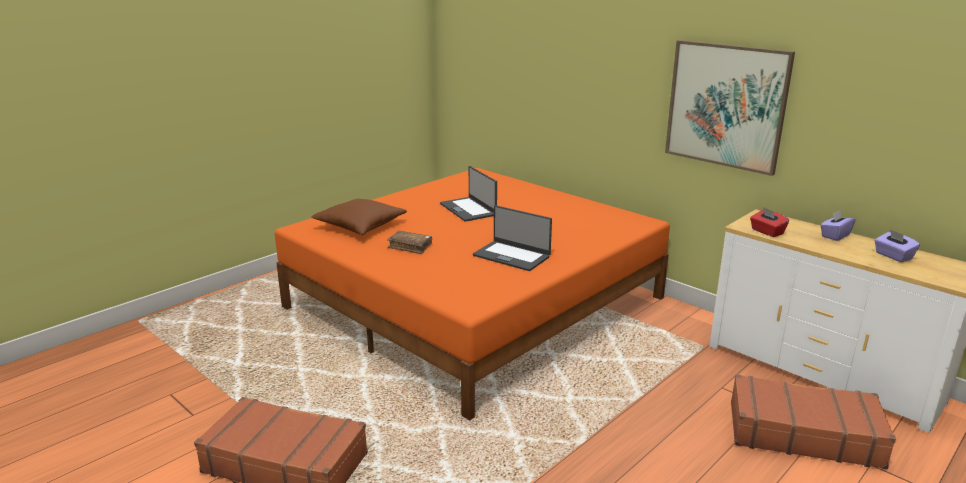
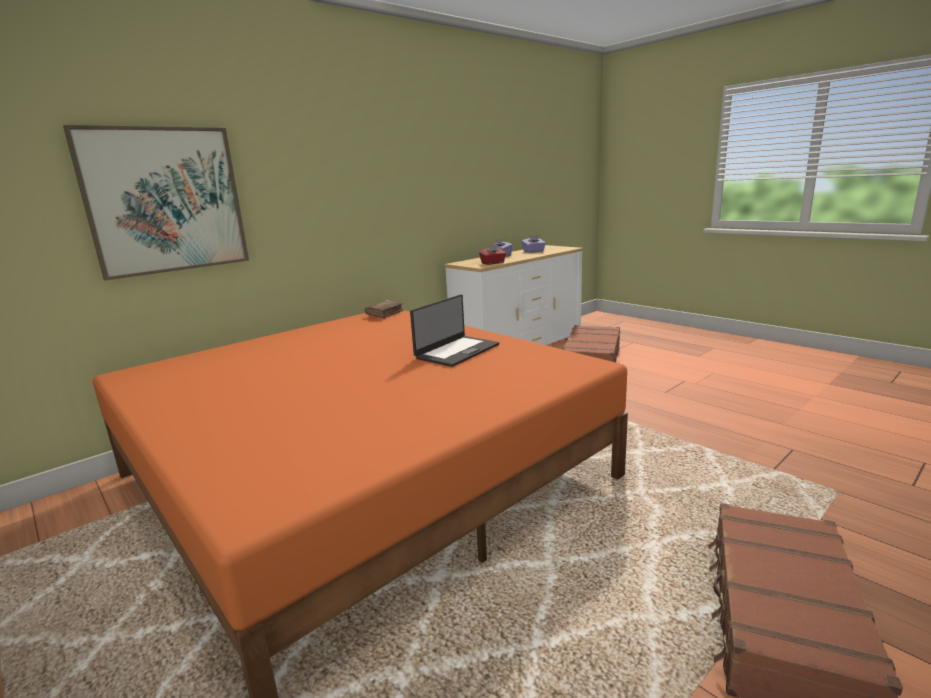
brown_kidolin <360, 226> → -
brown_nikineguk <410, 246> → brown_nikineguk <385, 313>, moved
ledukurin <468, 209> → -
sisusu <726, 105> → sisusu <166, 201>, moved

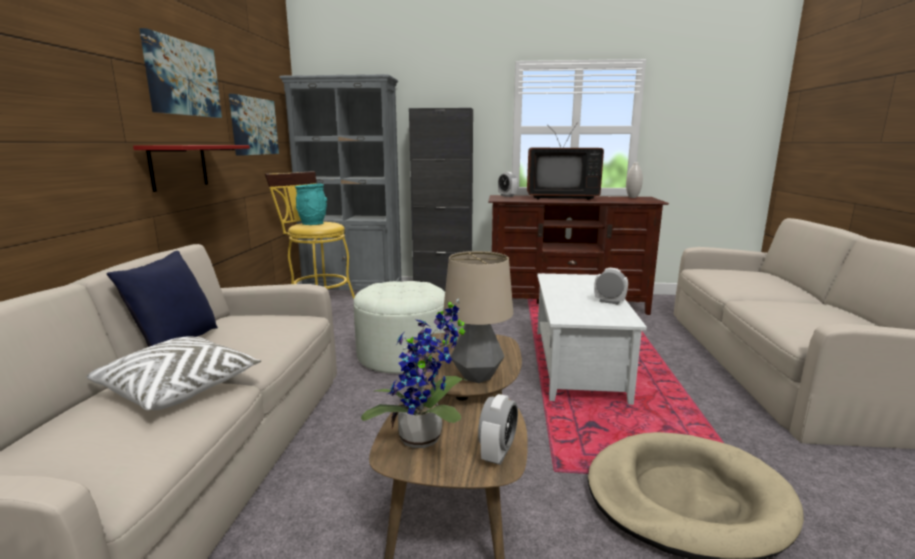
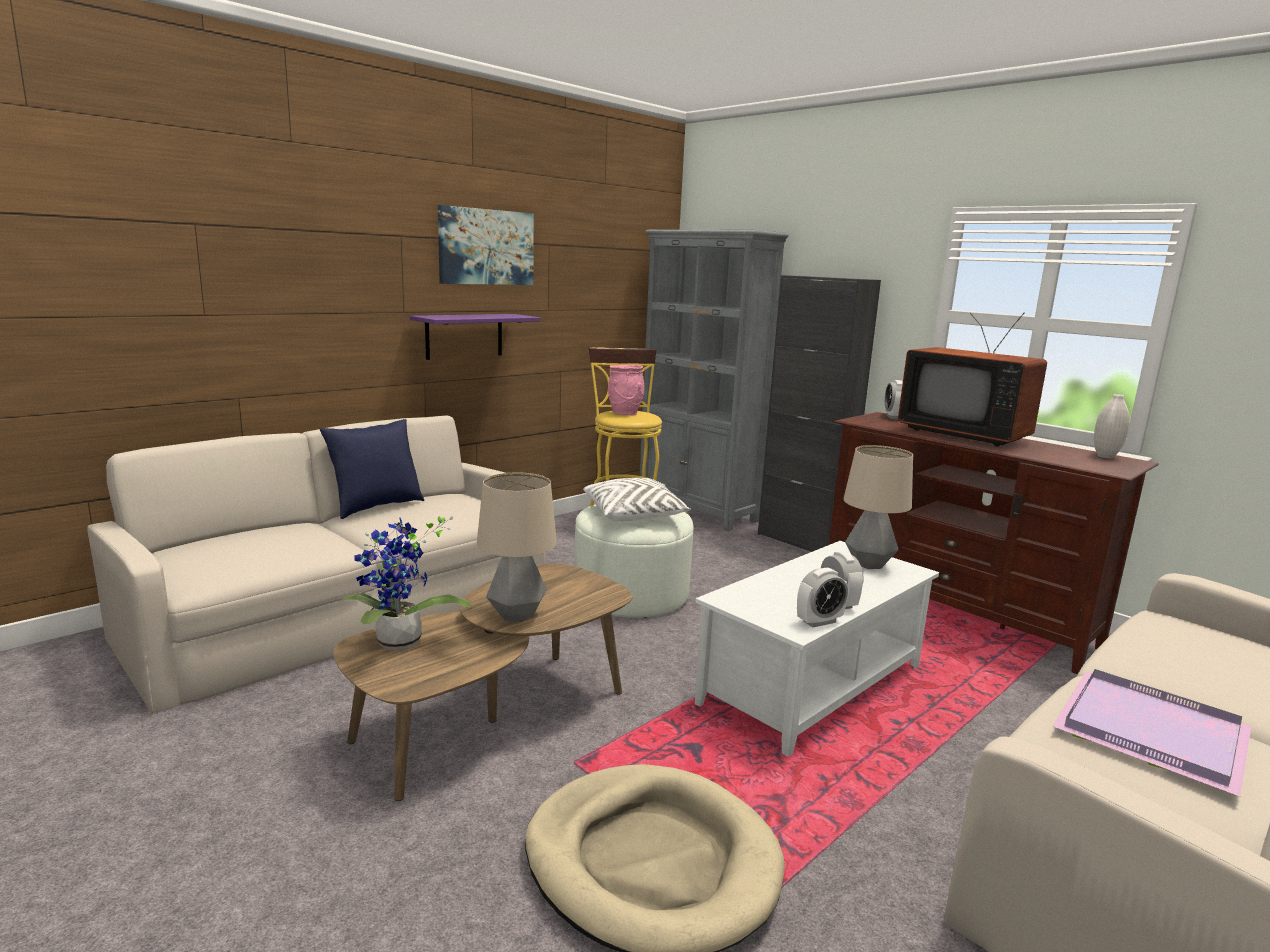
white_kidolin <180, 388> → white_kidolin <635, 515>, moved
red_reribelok <178, 166> → purple_reribelok <464, 336>
sisusu <253, 126> → -
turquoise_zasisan <313, 223> → pink_zasisan <625, 413>
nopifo <497, 453> → nopifo <819, 621>, moved
- → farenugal <868, 564>
- → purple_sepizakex <1155, 732>

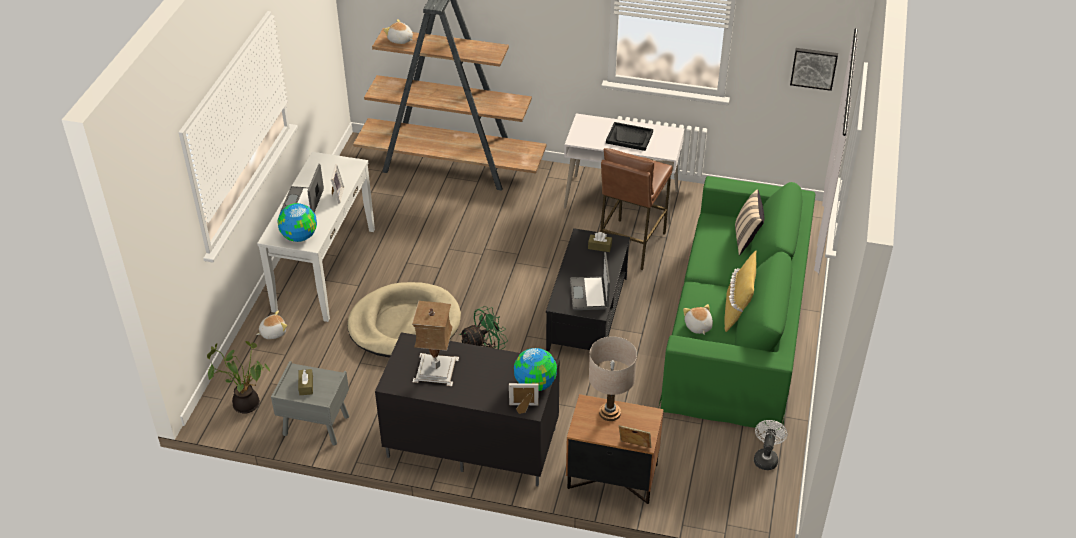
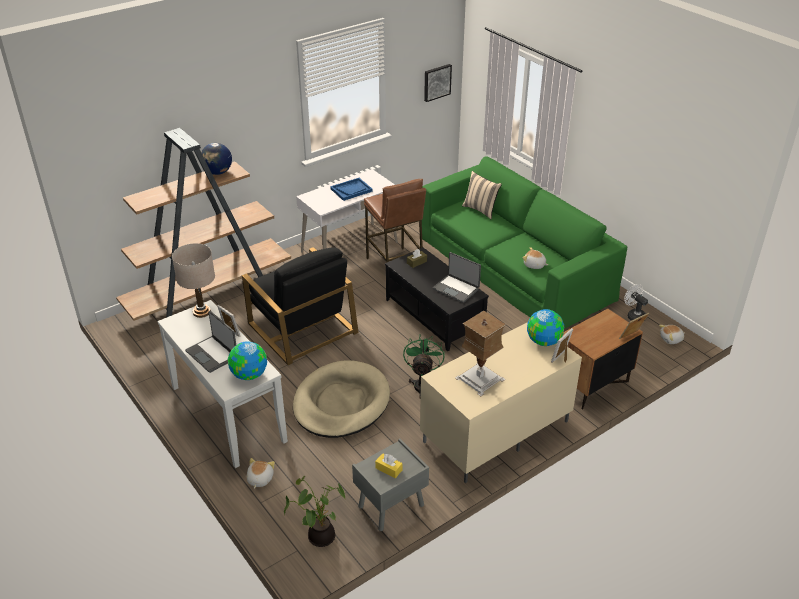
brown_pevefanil <306, 385> → yellow_pevefanil <388, 469>
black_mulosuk <470, 444> → beige_mulosuk <496, 433>
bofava <400, 40> → bofava <671, 339>, moved
beige_farenugal <609, 413> → beige_farenugal <201, 312>, moved
black_sepizakex <629, 137> → blue_sepizakex <351, 190>
yellow_kidolin <737, 311> → -
- → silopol <217, 172>
- → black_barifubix <301, 327>

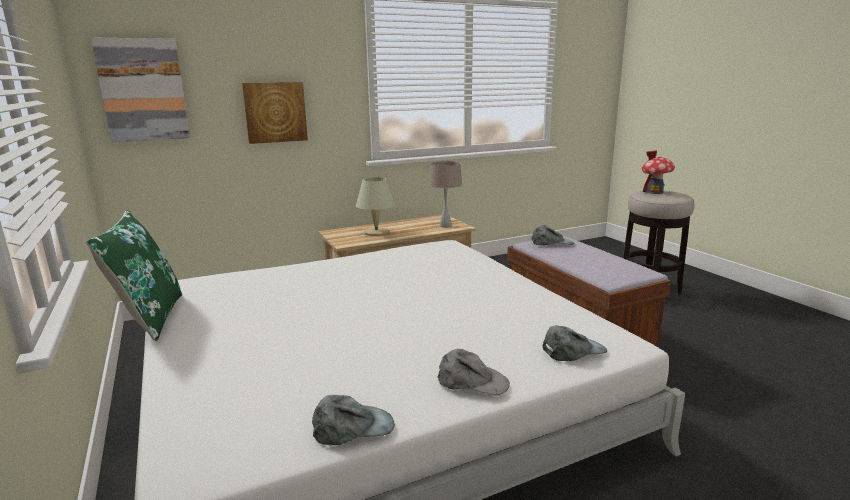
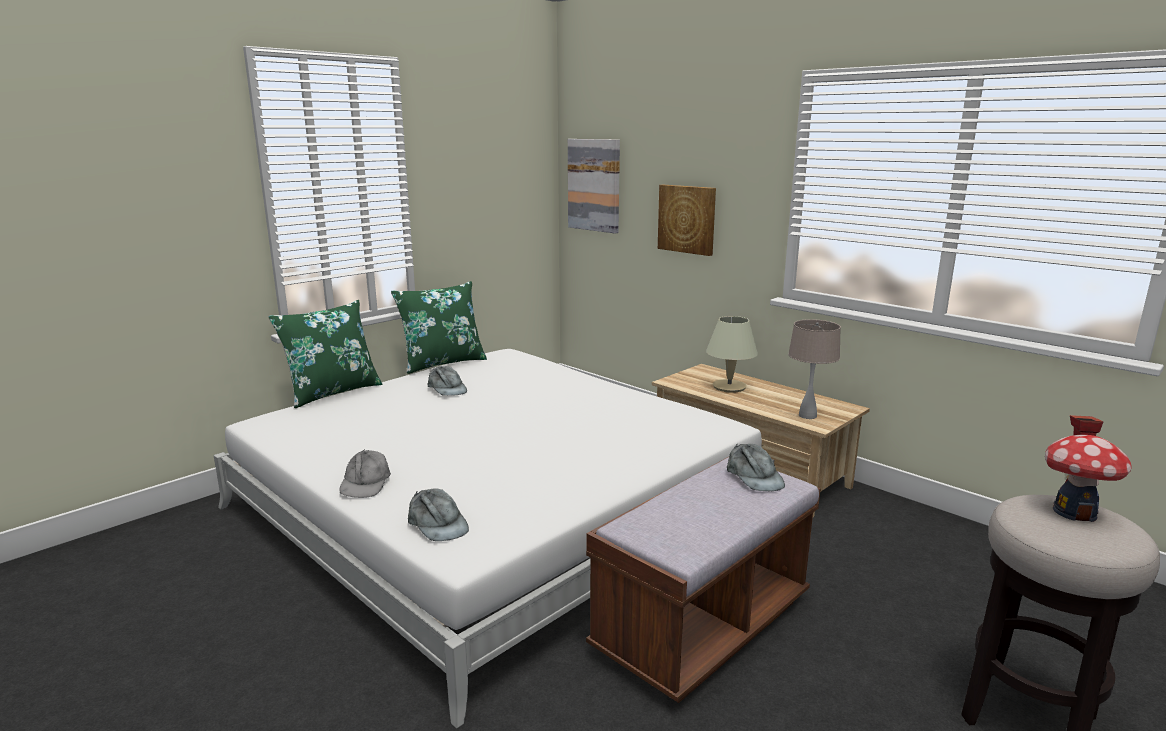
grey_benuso <353, 427> → grey_benuso <447, 388>, moved
- → green_kidolin <332, 392>

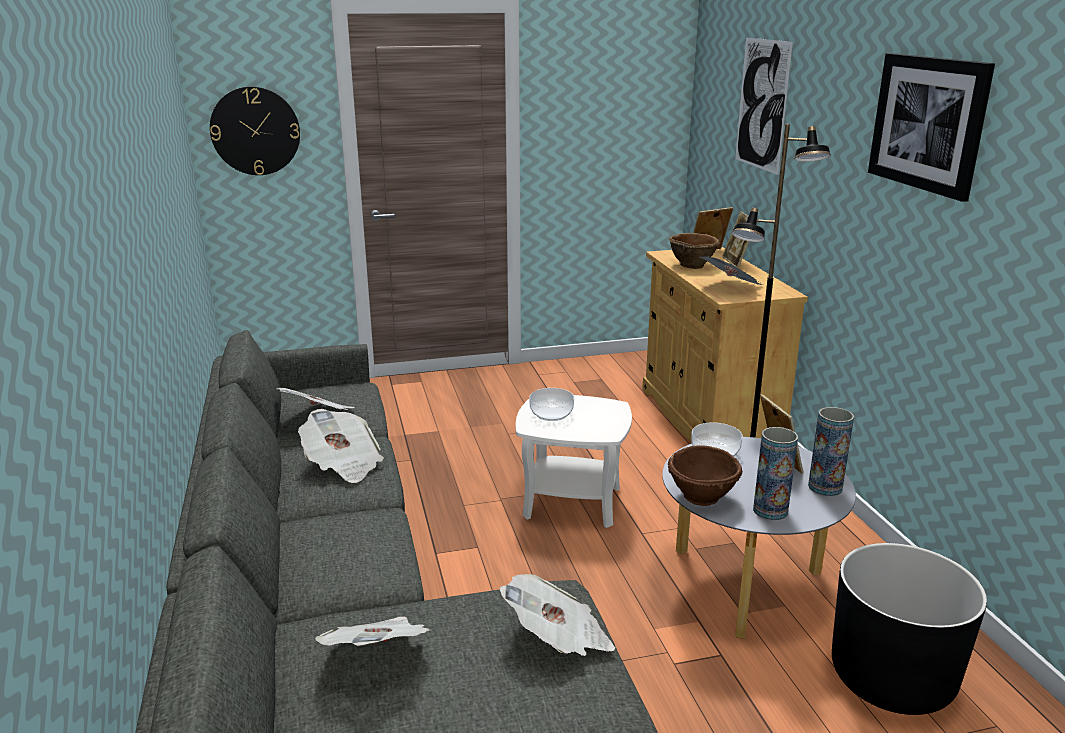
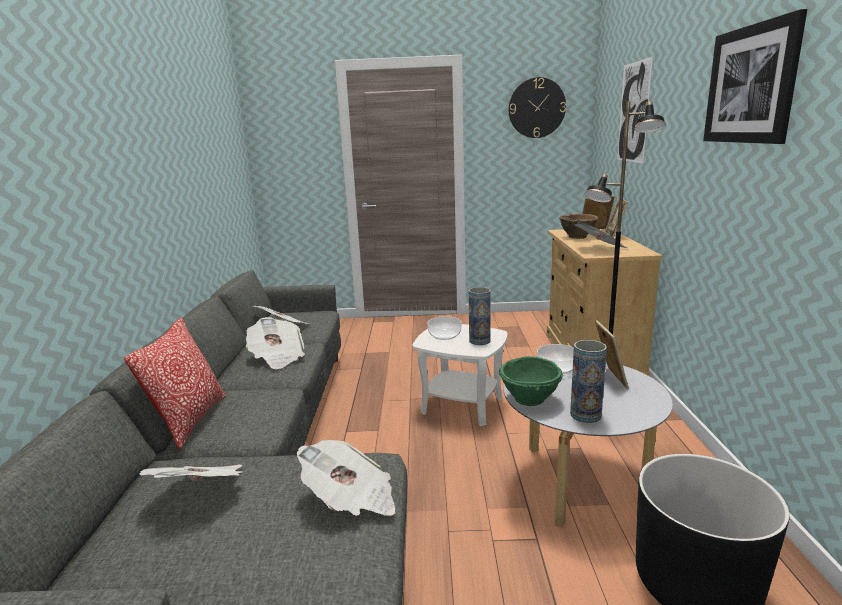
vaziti <255, 131> → vaziti <536, 108>, moved
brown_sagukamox <702, 498> → green_sagukamox <530, 400>
zasisan <825, 487> → zasisan <479, 341>, moved
- → kidolin <190, 420>

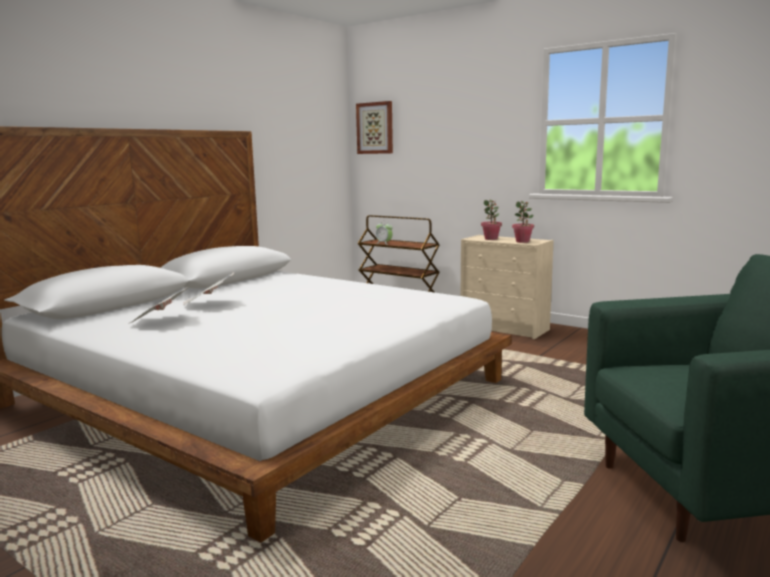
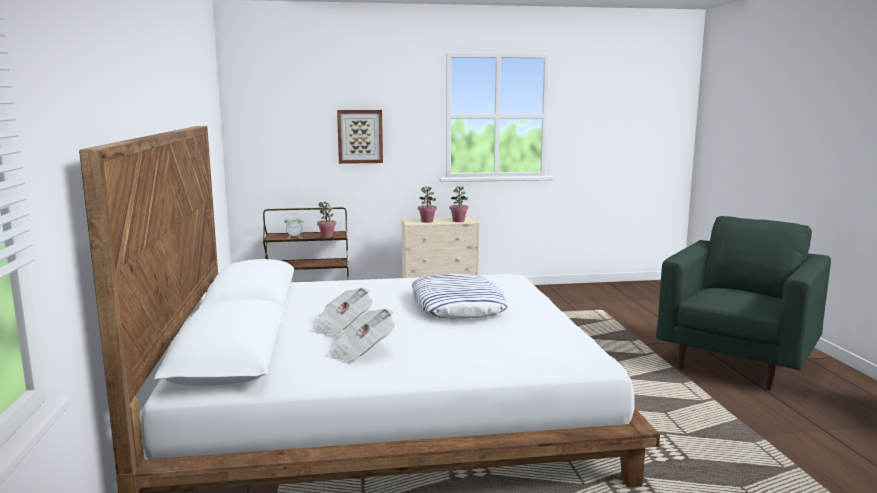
sisusu <375, 128> → sisusu <360, 136>, moved
- → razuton <327, 236>
- → kidolin <457, 305>

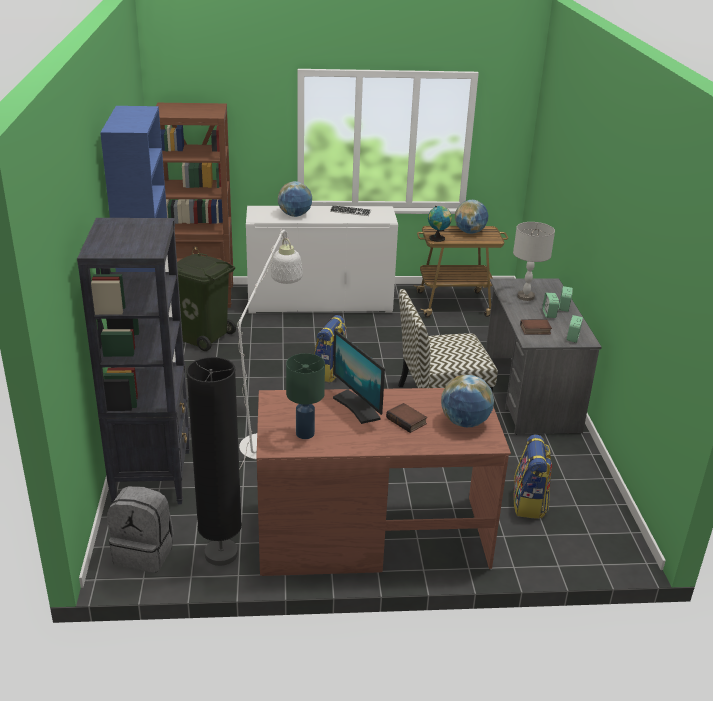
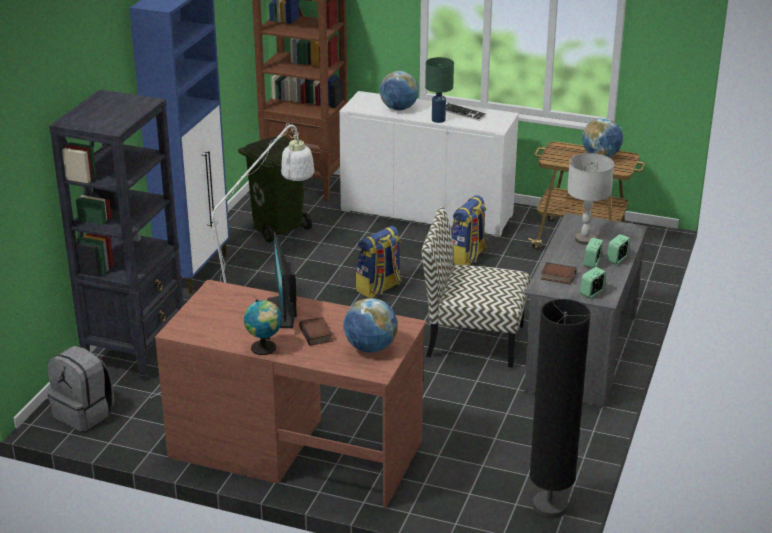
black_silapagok <221, 554> → black_silapagok <550, 506>, moved
green_farenugal <304, 433> → green_farenugal <438, 120>, moved
silopol <438, 238> → silopol <265, 348>, moved
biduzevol <529, 503> → biduzevol <467, 257>, moved

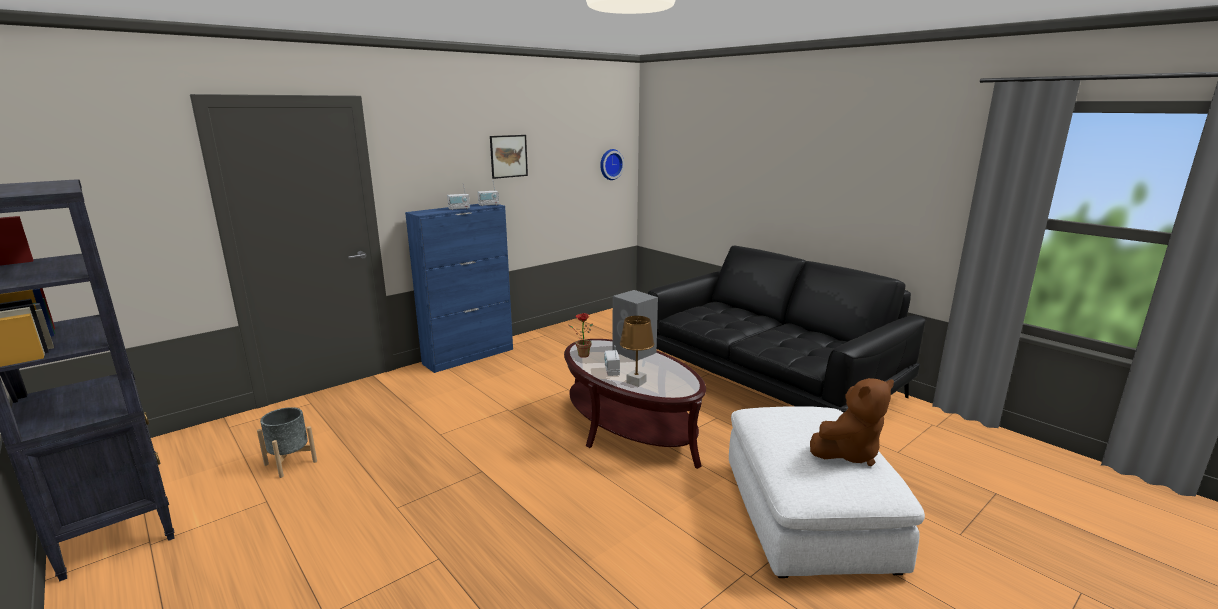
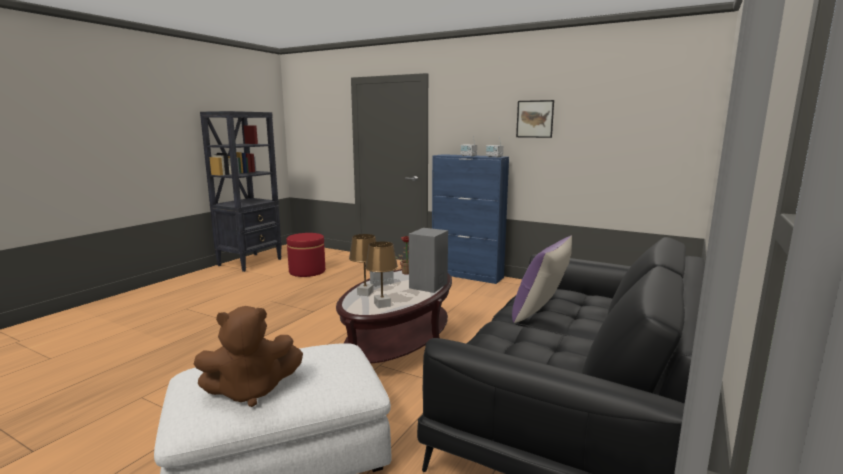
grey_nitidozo <290, 463> → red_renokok <307, 271>
vaziti <610, 164> → -
brown_bofava <848, 453> → brown_bofava <251, 391>, 60 degrees counterclockwise
- → brown_farenugal <382, 305>
- → purple_kidolin <540, 312>

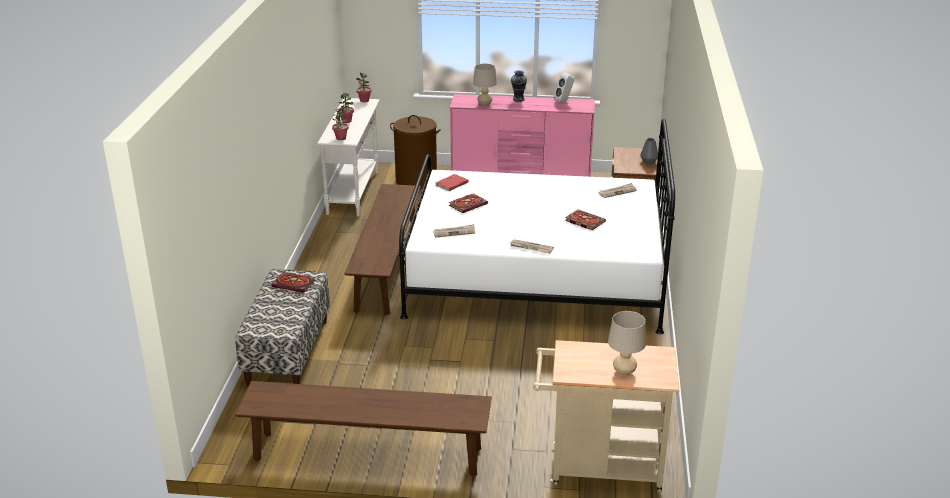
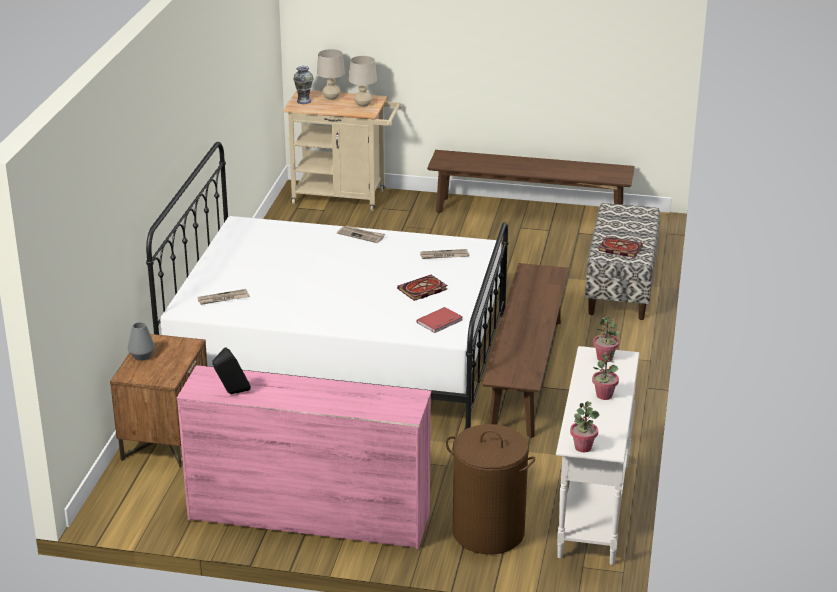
beige_farenugal <484, 104> → beige_farenugal <363, 105>, moved
zasisan <518, 99> → zasisan <303, 101>, moved
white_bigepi <564, 101> → black_bigepi <232, 393>
nikineguk <583, 221> → -

